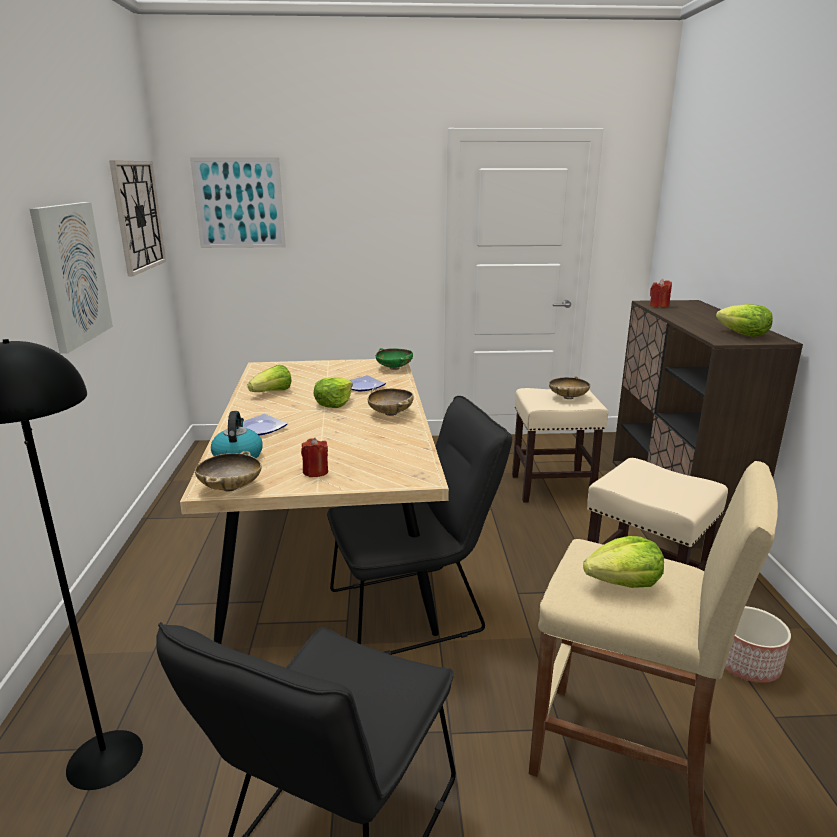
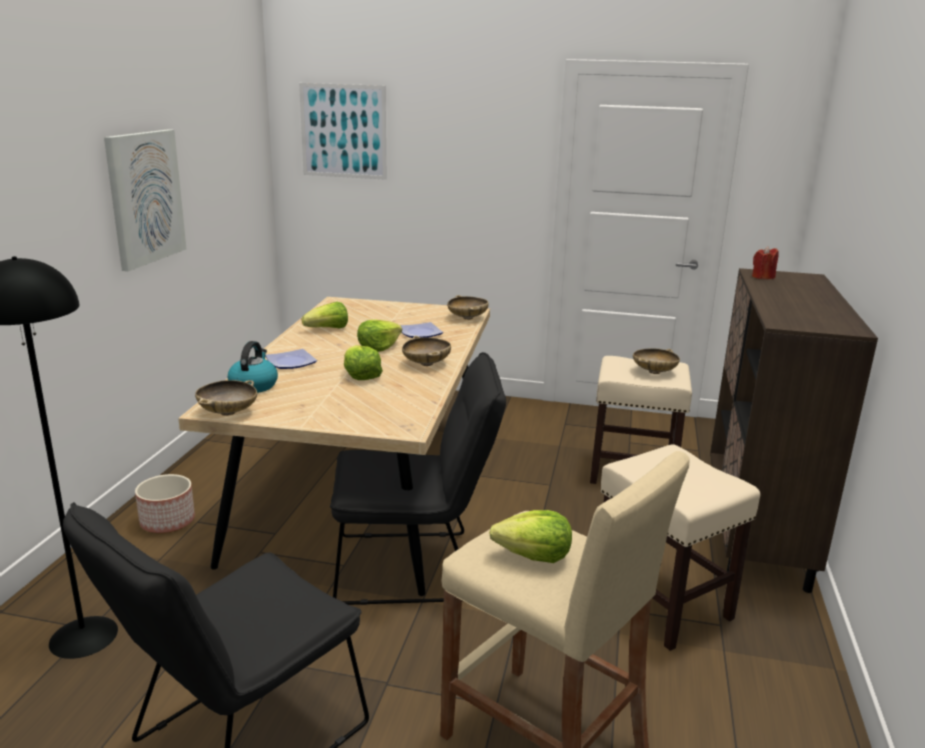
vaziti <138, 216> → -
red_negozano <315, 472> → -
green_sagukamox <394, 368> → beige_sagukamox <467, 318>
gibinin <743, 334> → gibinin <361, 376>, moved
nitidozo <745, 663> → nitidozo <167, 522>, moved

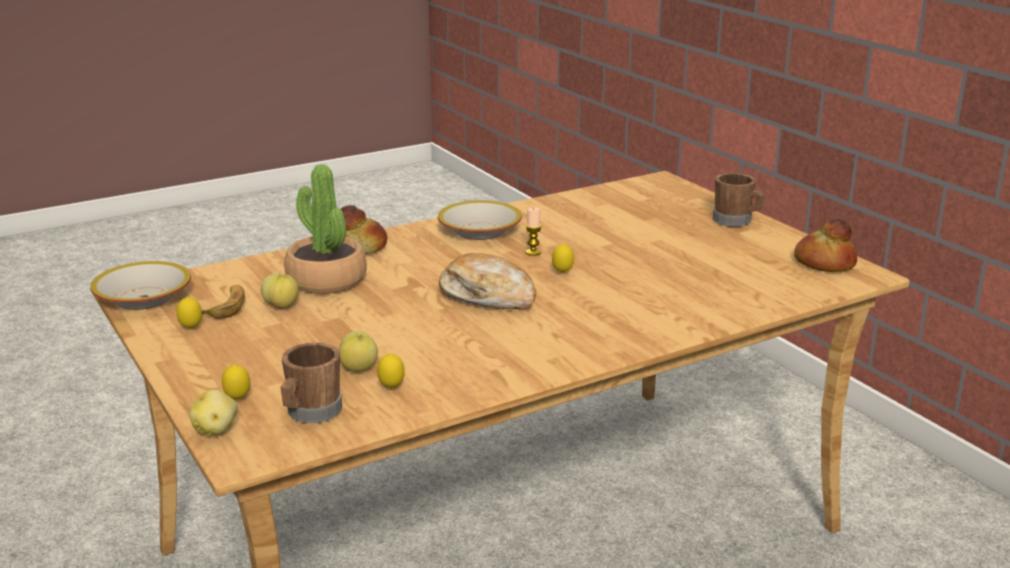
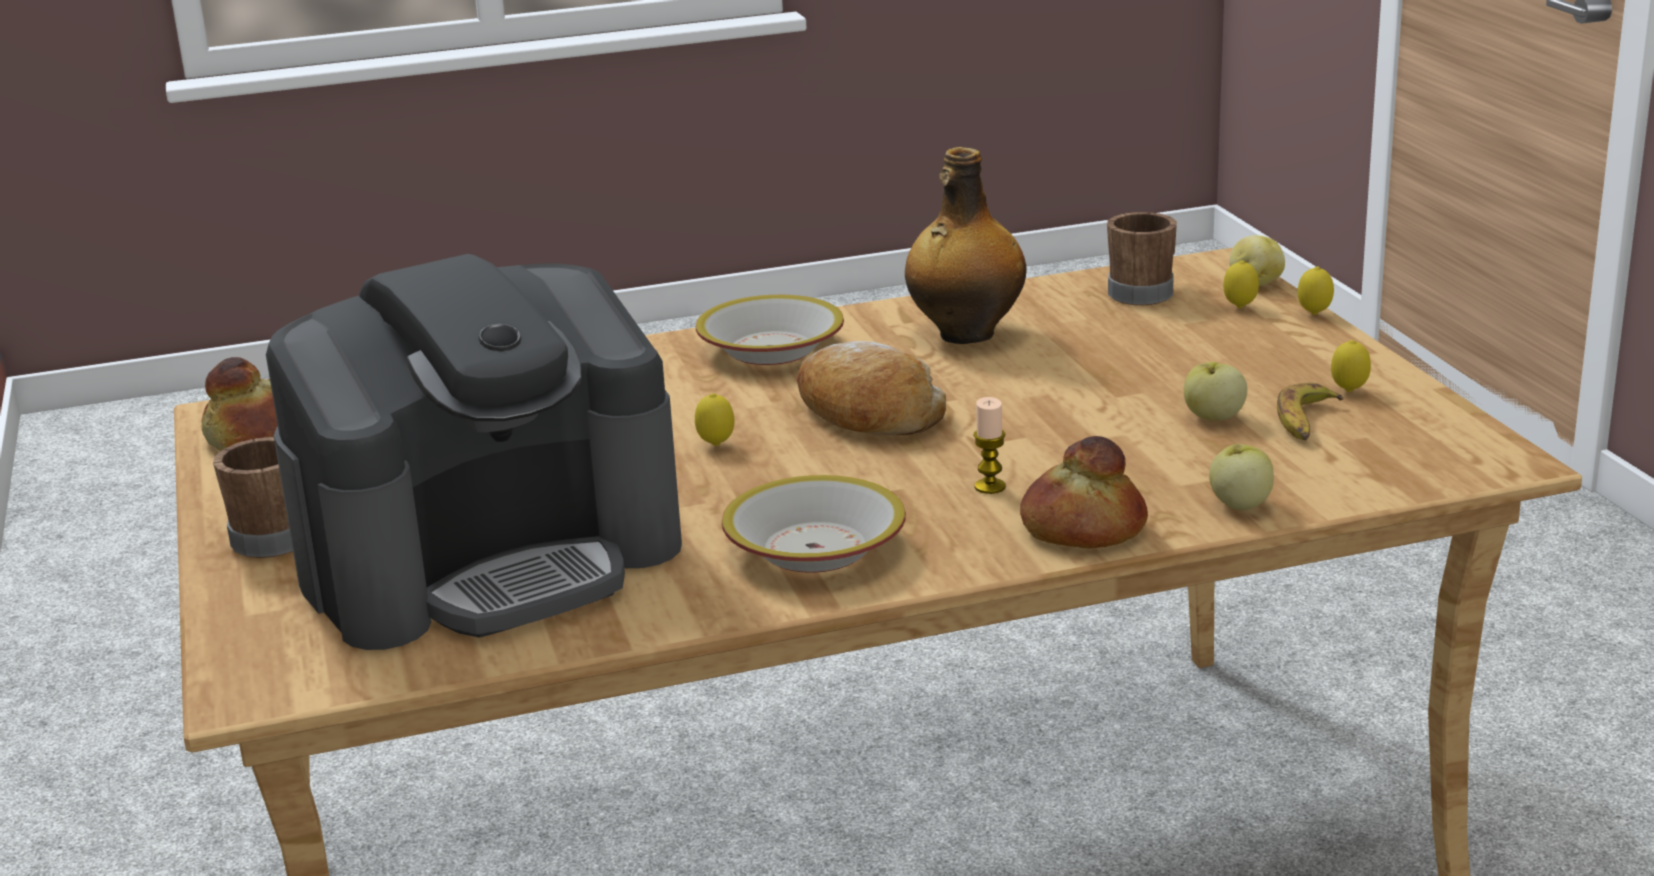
sagukamox <144, 298> → sagukamox <770, 350>, moved
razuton <326, 280> → -
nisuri <359, 368> → nisuri <1240, 505>, moved
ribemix <391, 388> → ribemix <1314, 314>, moved
negozano <533, 252> → negozano <990, 487>, moved
- → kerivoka <491, 560>
- → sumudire <965, 335>

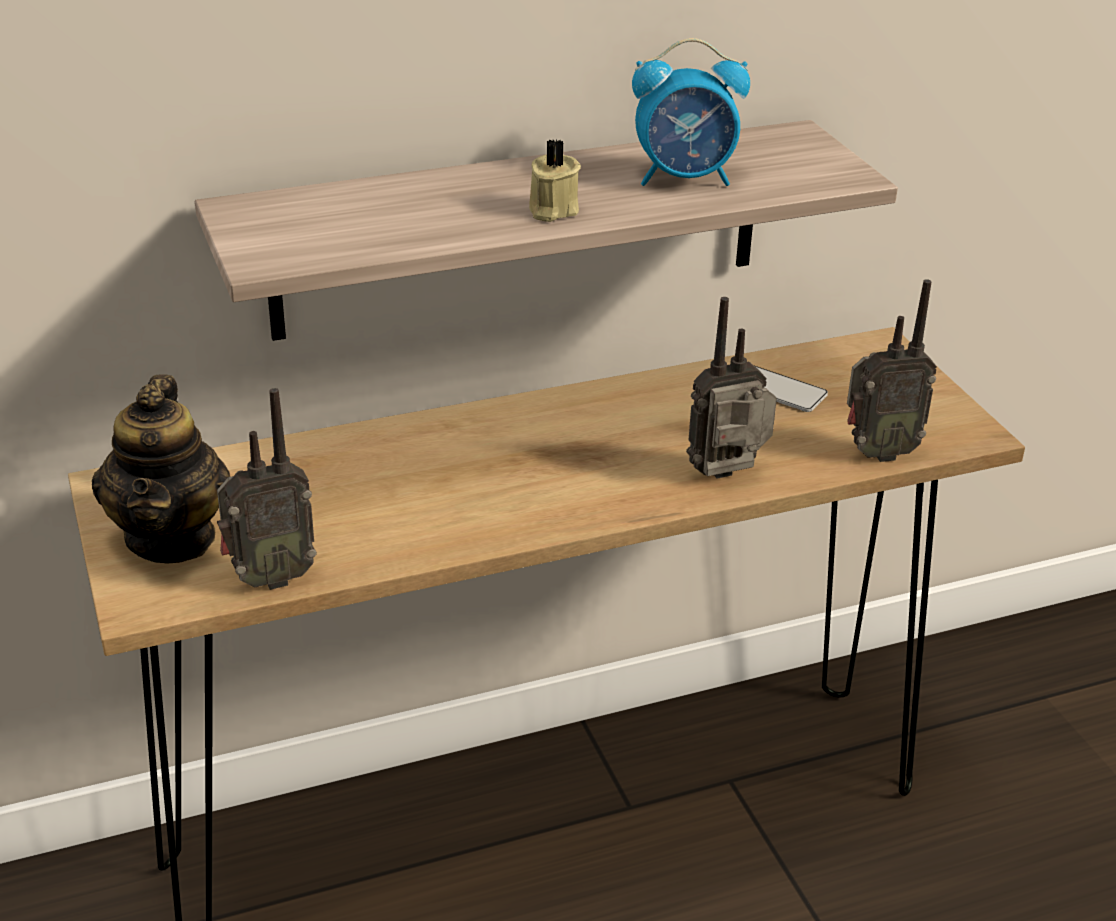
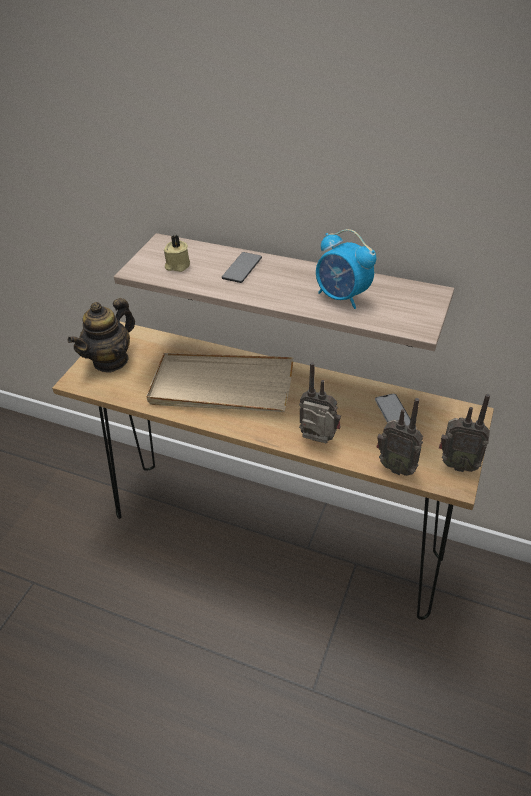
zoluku <268, 578> → zoluku <457, 464>, moved
beige_negozano <551, 210> → beige_negozano <177, 265>, moved
- → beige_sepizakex <221, 387>
- → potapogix <242, 268>

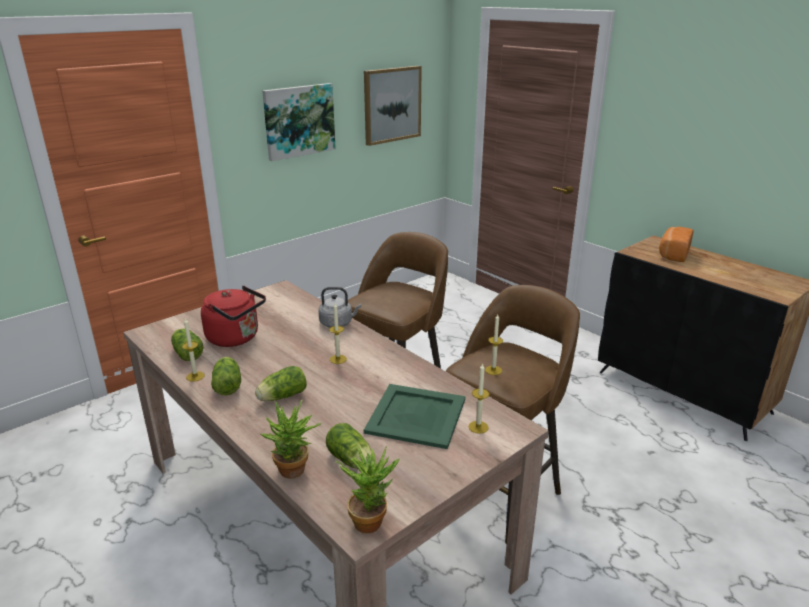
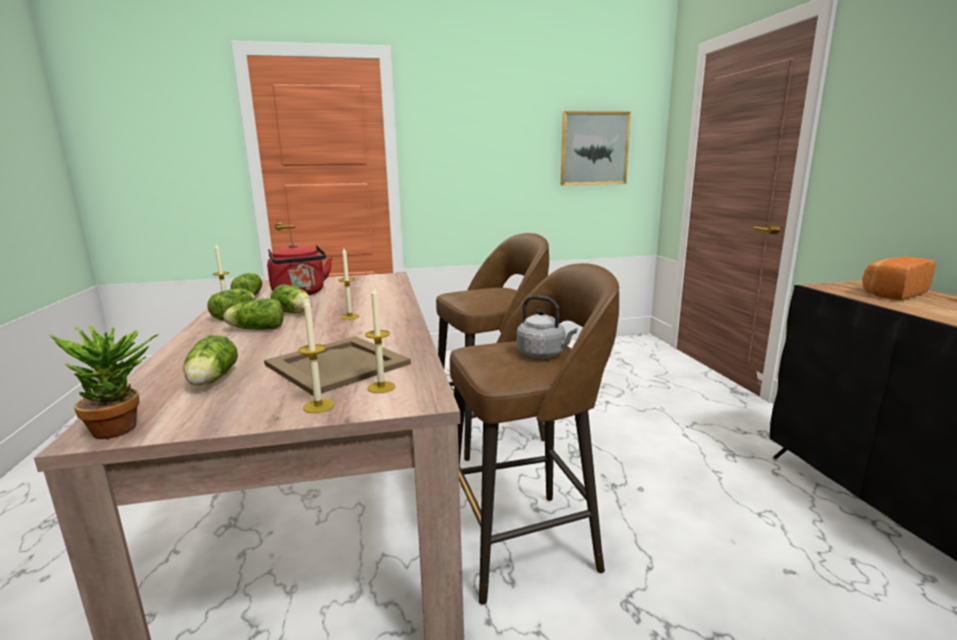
razuton <294, 473> → -
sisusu <299, 121> → -
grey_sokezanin <338, 323> → grey_sokezanin <543, 354>, moved
green_sepizakex <417, 416> → beige_sepizakex <337, 365>
negozano <493, 370> → negozano <318, 406>, moved
- → gibinin <294, 313>

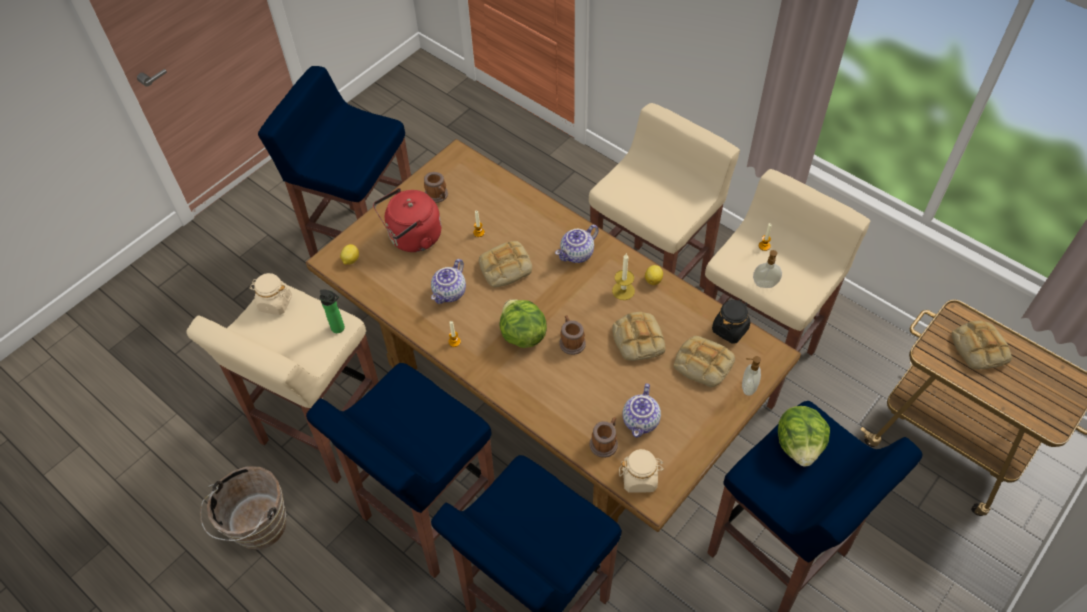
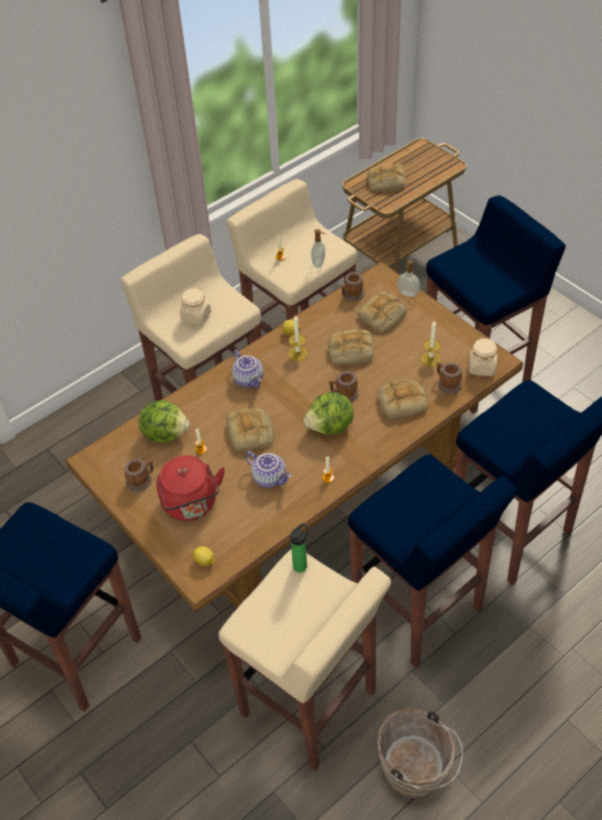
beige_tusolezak <275, 303> → beige_tusolezak <196, 317>, moved
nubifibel <641, 421> → negozano <430, 359>
black_tusolezak <730, 329> → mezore <351, 295>
gibinin <799, 445> → gibinin <165, 433>, moved
- → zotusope <402, 401>

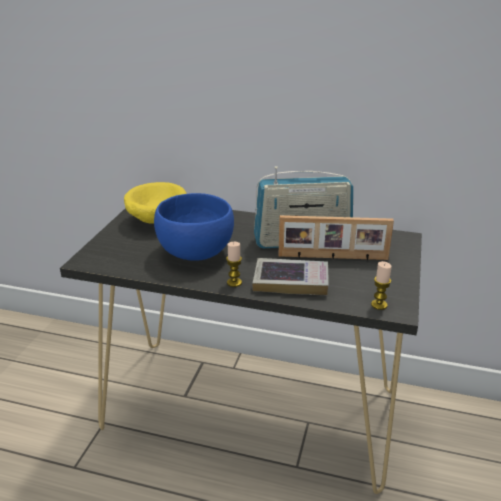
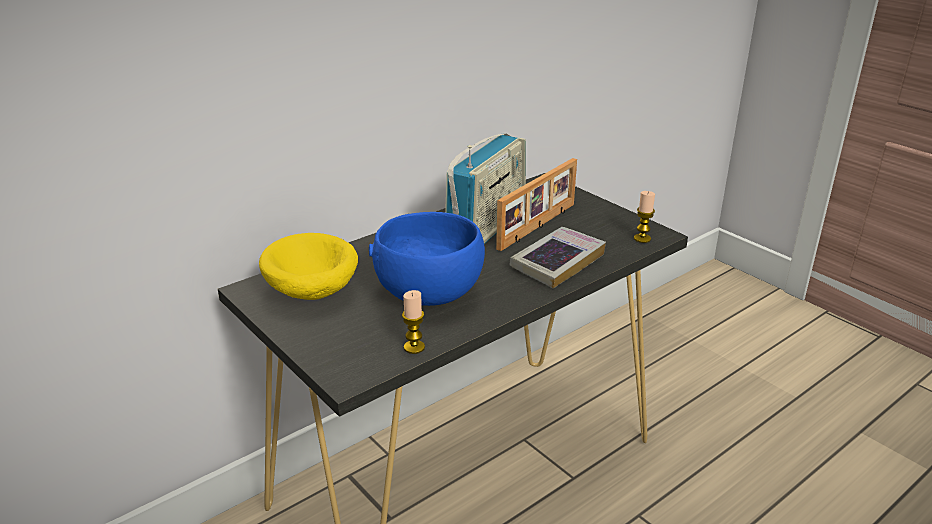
negozano <234, 282> → negozano <414, 347>, moved

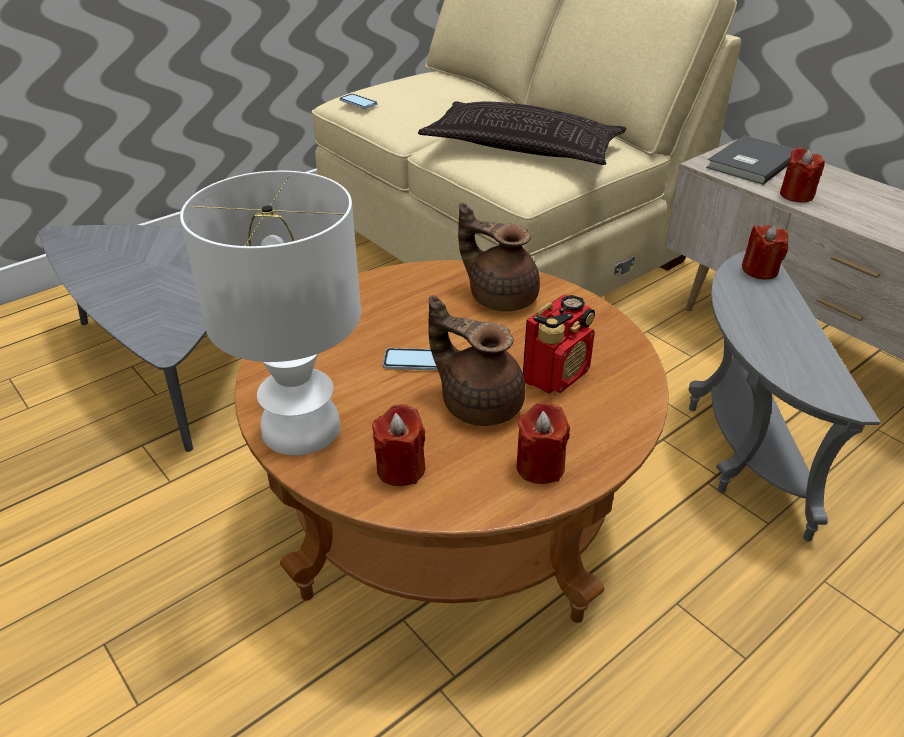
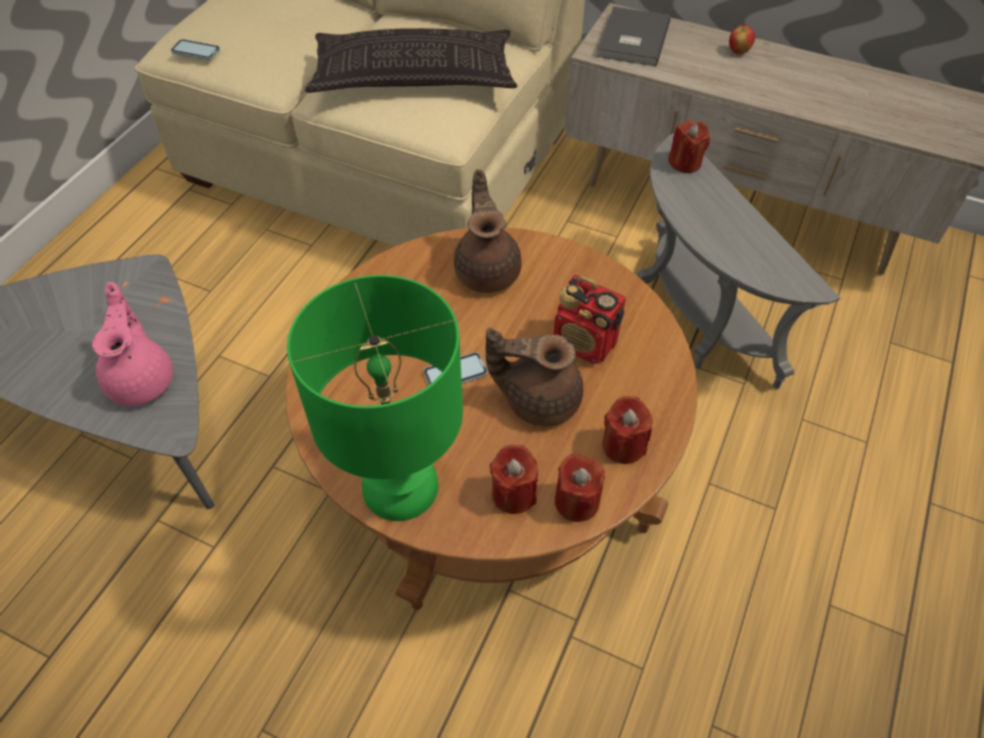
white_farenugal <301, 426> → green_farenugal <399, 485>
brown_nubifibel <500, 297> → brown_nubifibel <488, 270>, 75 degrees clockwise
zoluku <556, 375> → zoluku <585, 344>, 105 degrees clockwise
red_negozano <796, 195> → red_negozano <576, 501>, moved
- → pink_nubifibel <143, 379>
- → nisuri <738, 52>

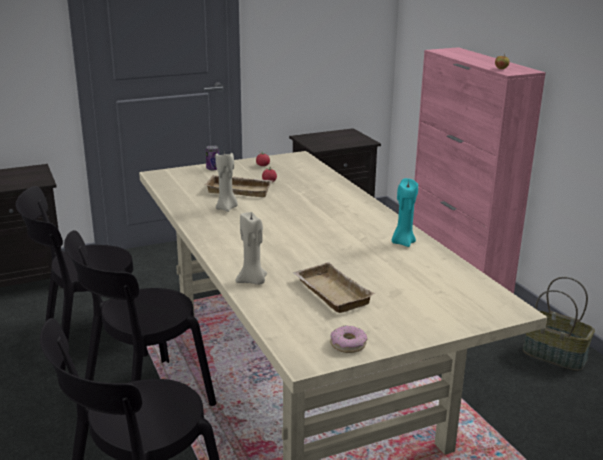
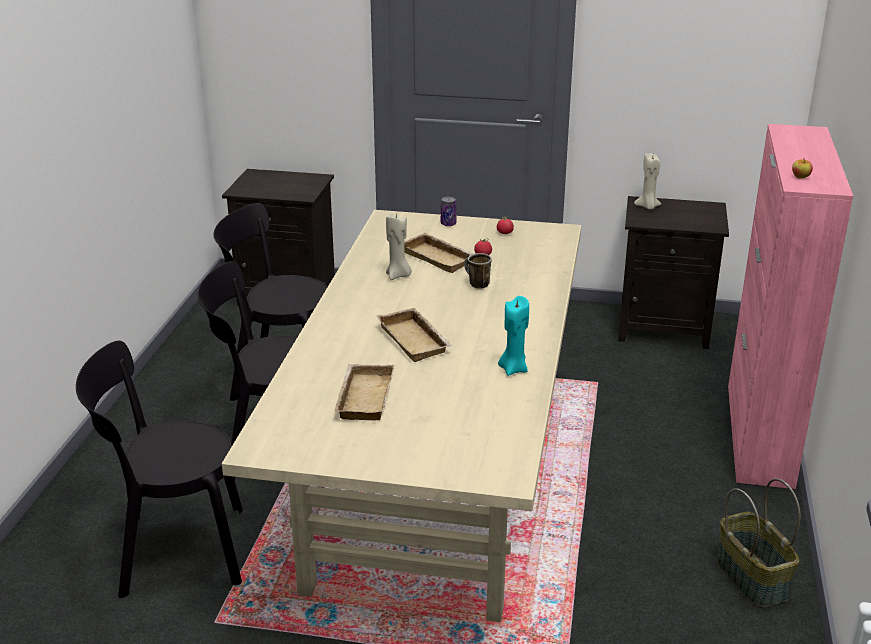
beige_negozano <253, 281> → beige_negozano <647, 207>, moved
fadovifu <348, 344> → -
- → beige_sepizakex <416, 340>
- → mezore <475, 284>

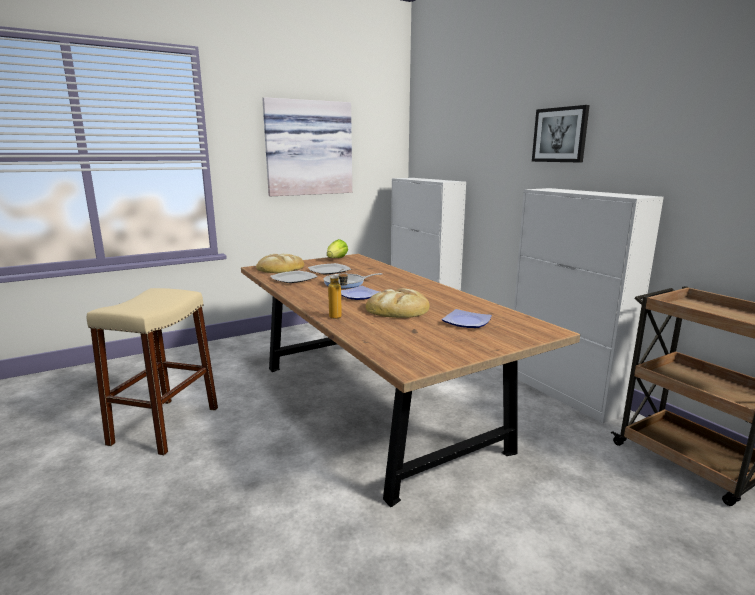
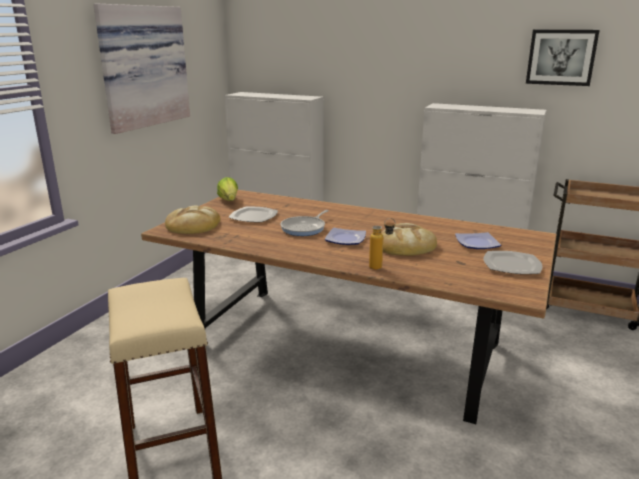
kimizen <294, 279> → kimizen <512, 265>, moved
sisusu <560, 135> → sisusu <561, 57>, moved

